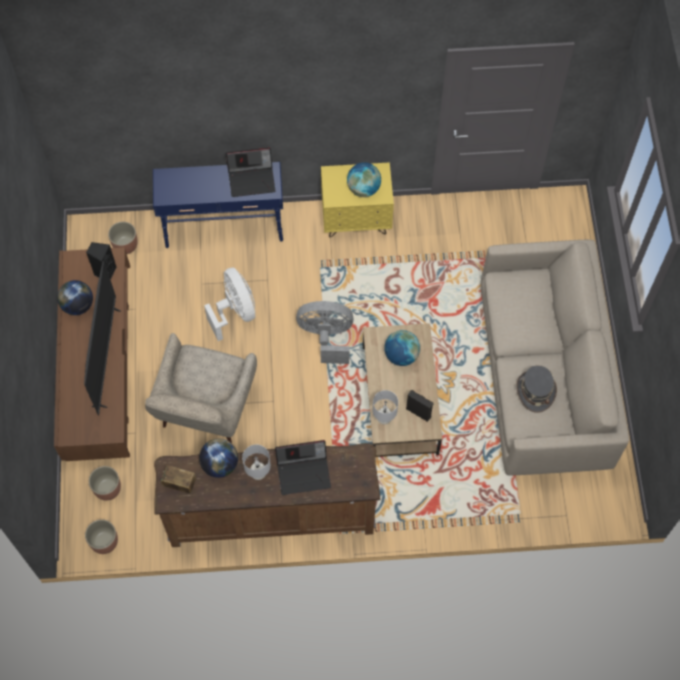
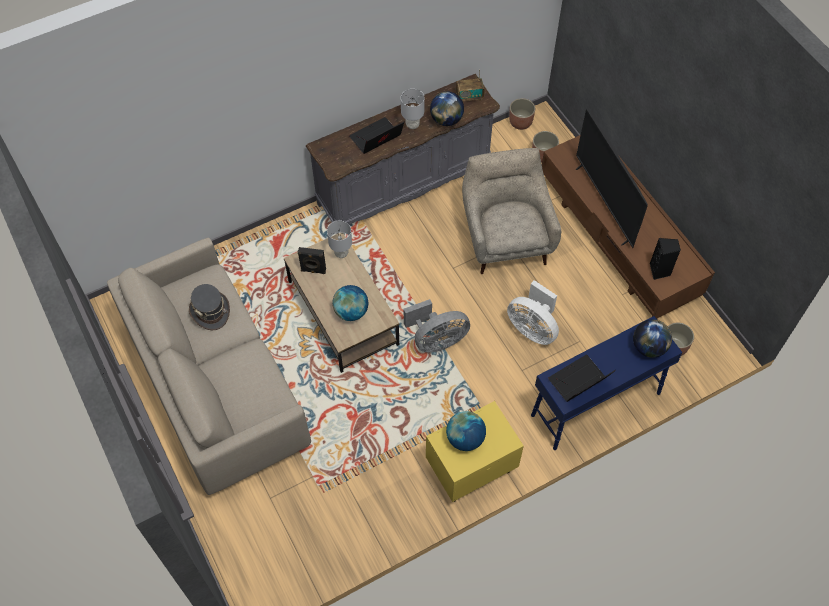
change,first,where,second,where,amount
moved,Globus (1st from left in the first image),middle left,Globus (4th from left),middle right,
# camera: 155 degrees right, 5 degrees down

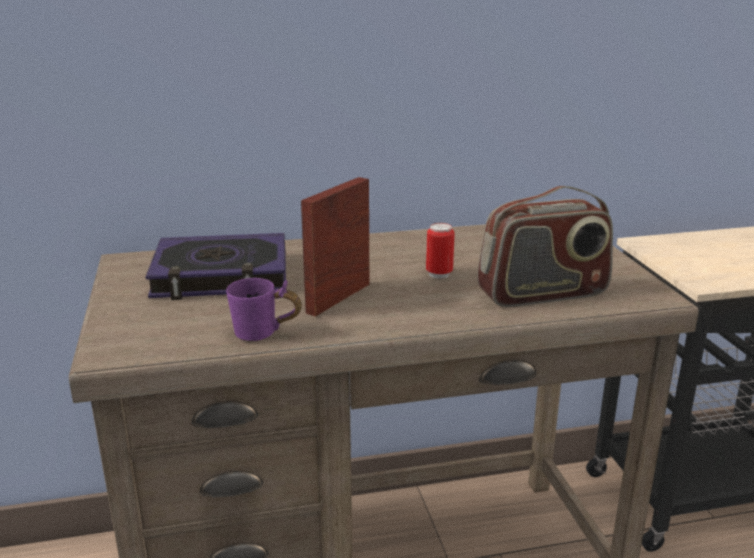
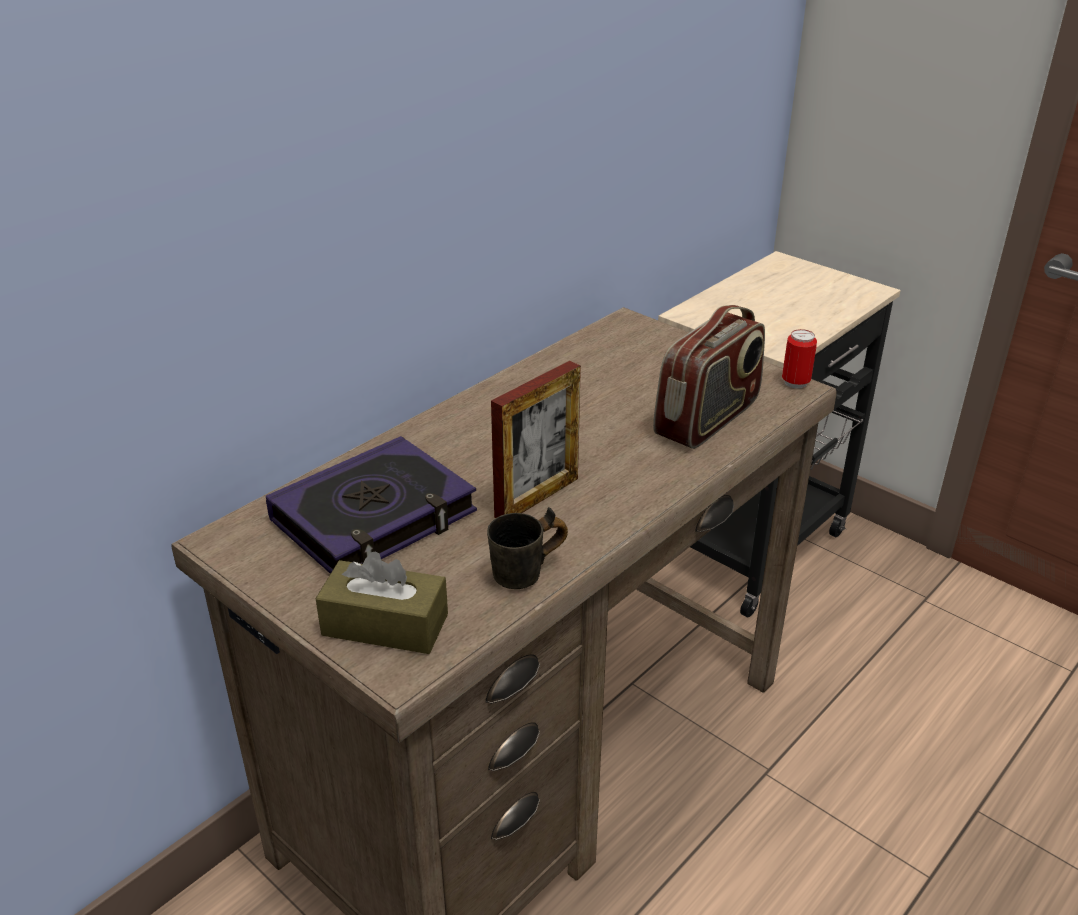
change,first,where,second,where,amount
added,,,Taschentuchbox (braun),centre,
recoloured,Henkelbecher (lila),centre,Henkelbecher (grau),centre,
turned,Bilderrahmen,centre,,centre,135 degrees counterclockwise
moved,Dose,centre,,middle right,
# camera: 35 degrees left, 10 degrees up

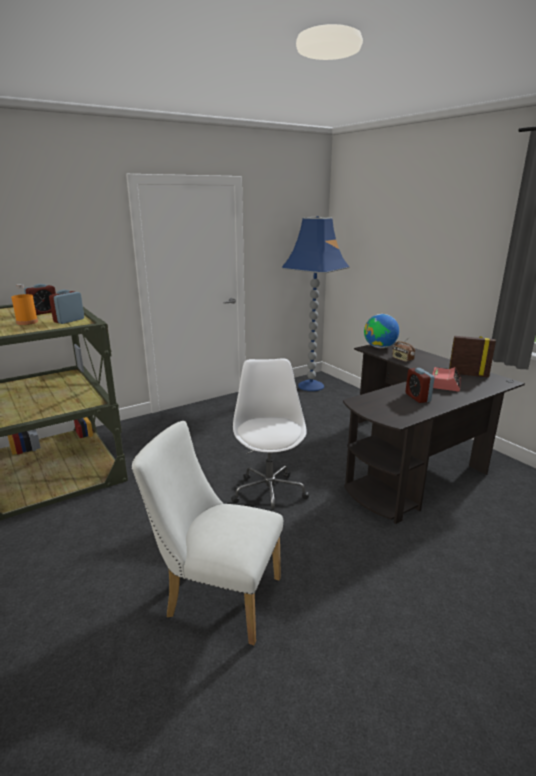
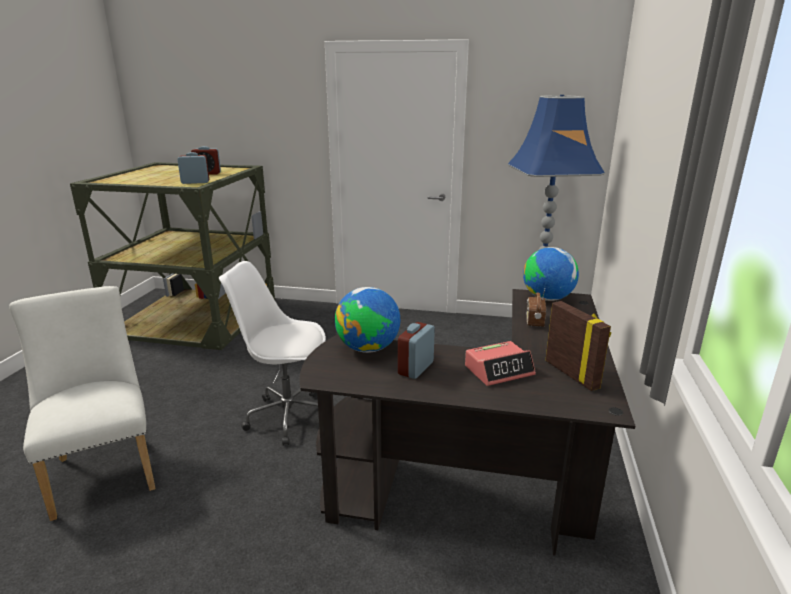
change,first,where,second,where,amount
turned,Bürostuhl (weiß),centre,,centre,120 degrees counterclockwise
added,,,Globus (1st from left),centre,
removed,Flasche (orange),middle left,,,
# camera: 45 degrees right, 0 degrees up

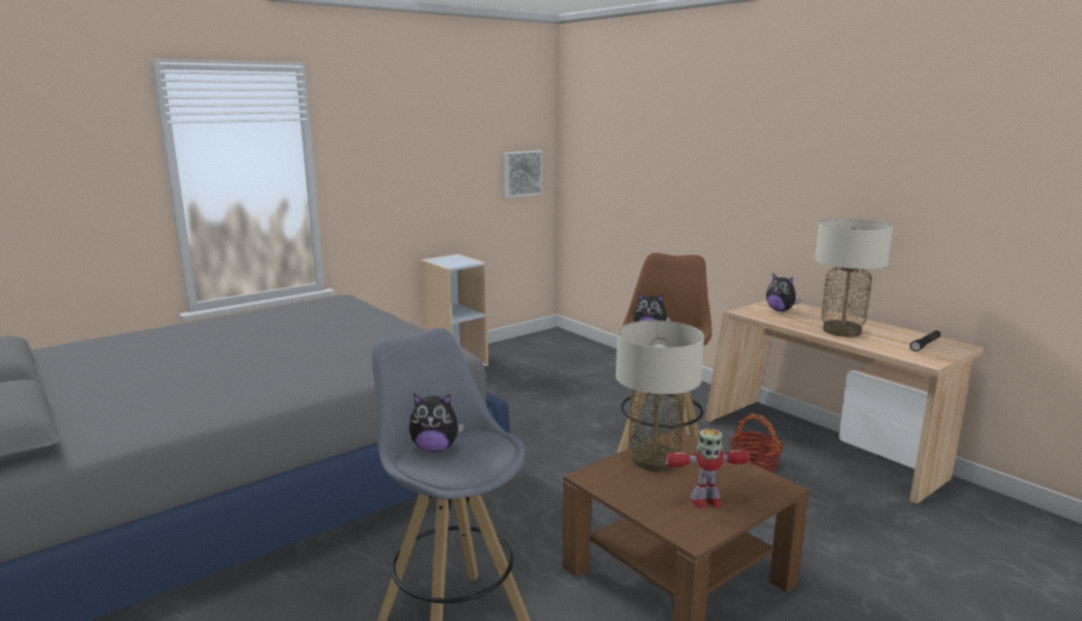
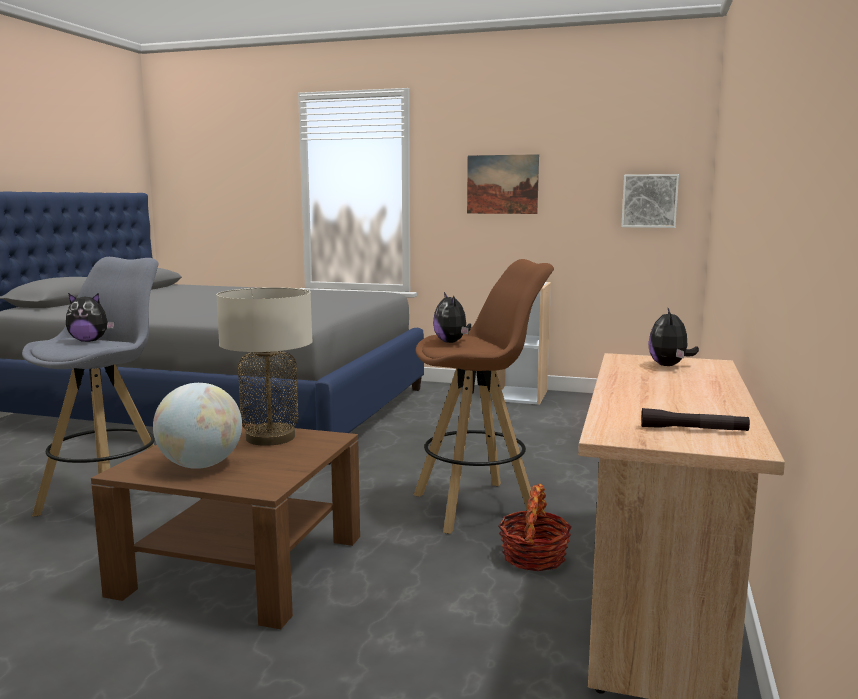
change,first,where,second,where,amount
turned,Plüschtier (1st from left),bottom centre,,middle left,60 degrees counterclockwise
replaced,Spielzeugroboter,bottom centre,Globus,middle left,
added,,,Bild (1st from left),top centre,
removed,Tischlampe (2nd from left),middle right,,,
# camera: 55 degrees right, 5 degrees down

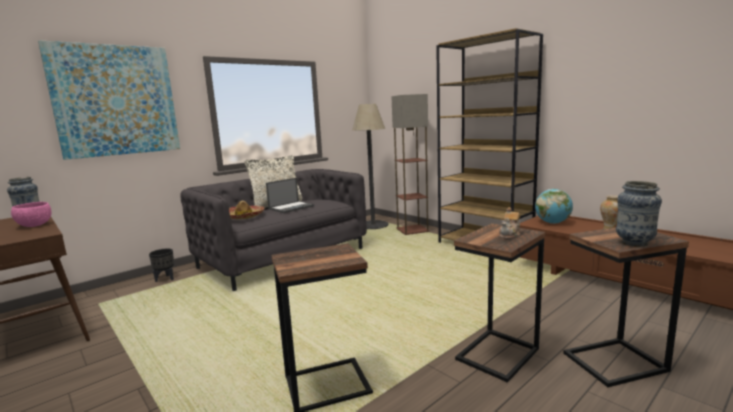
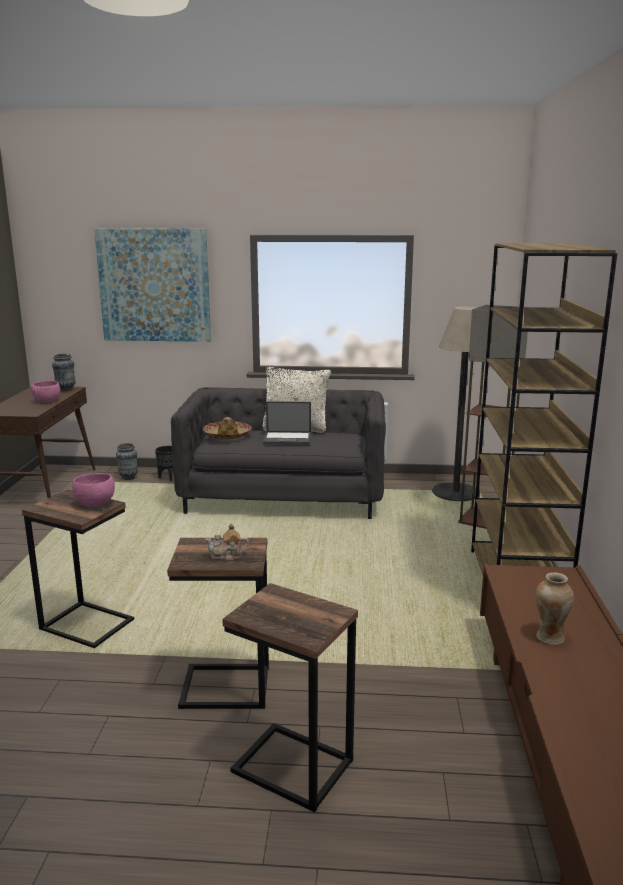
change,first,where,second,where,amount
added,,,Schüssel (rosa) (2nd from left),middle left,
moved,Vase (3rd from left in the first image),middle right,Vase (2nd from left),middle left,
removed,Globus,middle right,,,
# camera: 45 degrees right, 5 degrees up

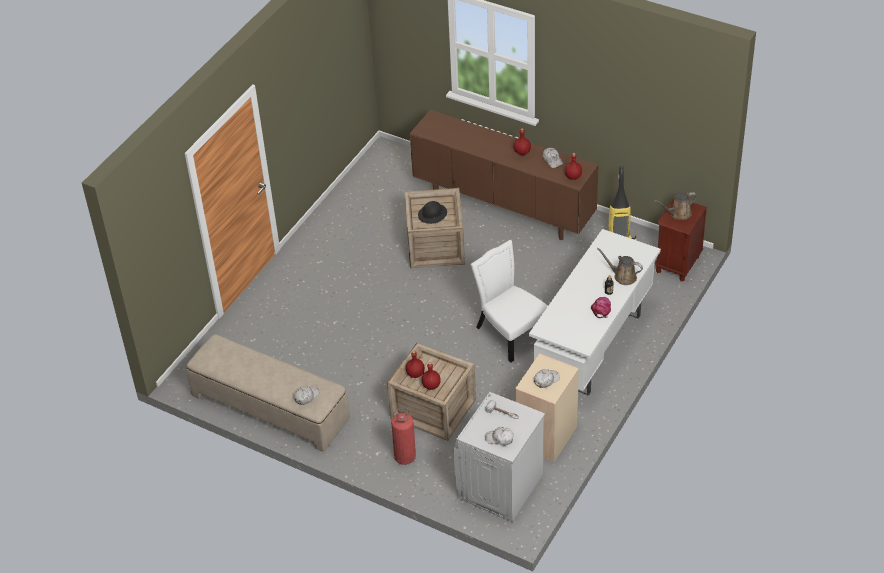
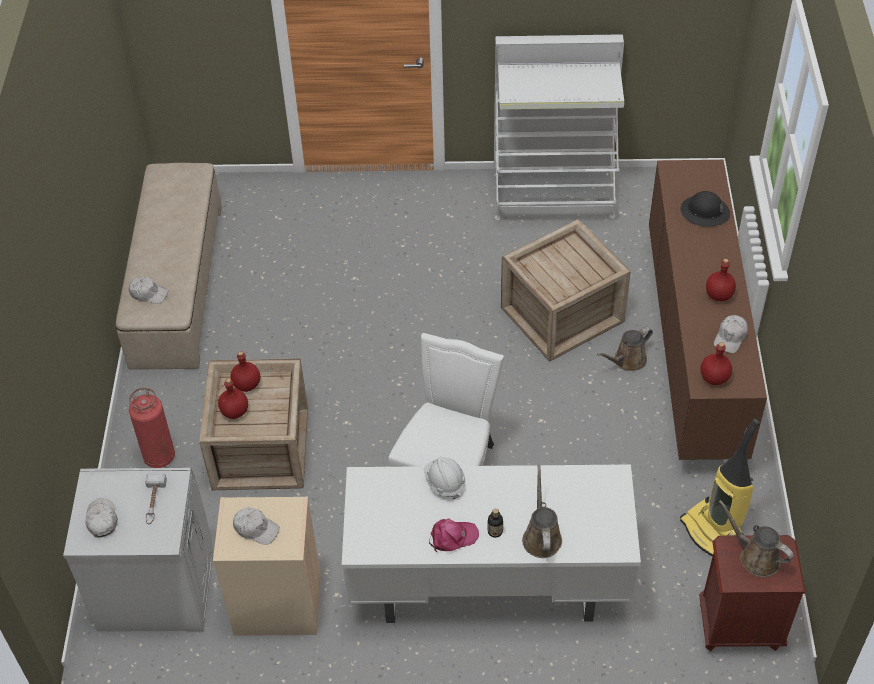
change,first,where,second,where,amount
added,,,Schutzhelm (weiß),bottom centre,
added,,,Schuhregal (weiß),top centre,
added,,,Gießkanne (braun) (2nd from left),middle right,
moved,Schutzhelm (schwarz),centre,,top right,
# camera: 60 degrees right, 5 degrees up

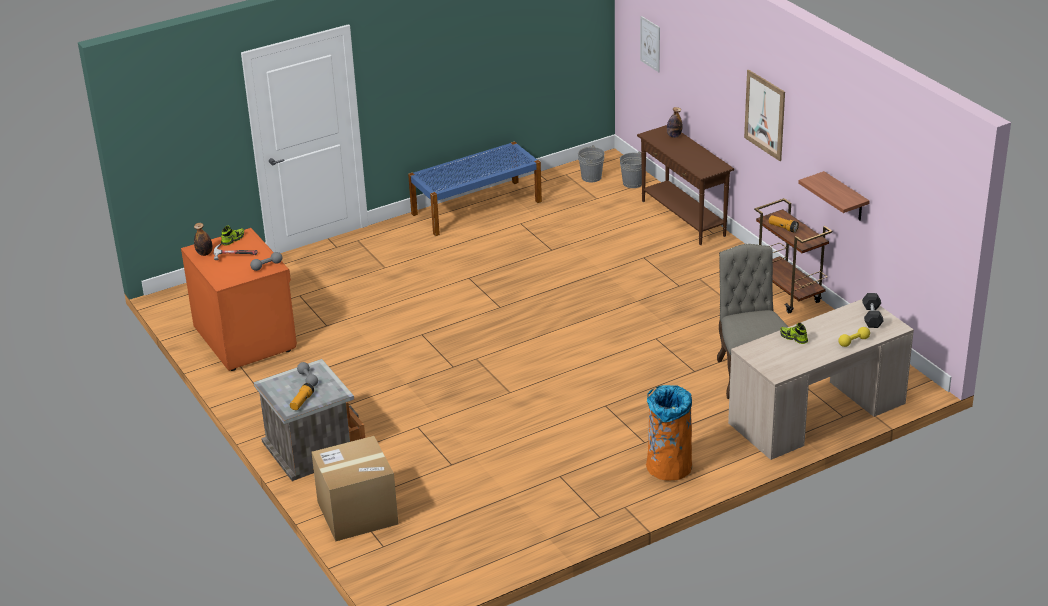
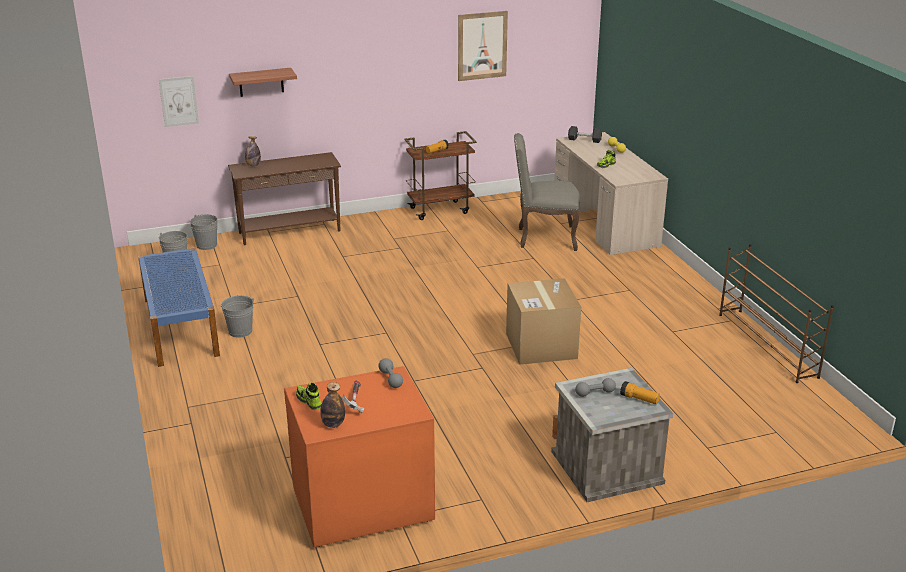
change,first,where,second,where,amount
added,,,Eimer (grau) (3rd from left),middle left,
moved,Wandregal,top right,,top left,
moved,Bild (2nd from left),top right,,top centre,
moved,Karton,bottom centre,,centre,
added,,,Schuhregal (braun),middle right,
removed,Mülleimer (orange),bottom centre,,,
# camera: 80 degrees left, 5 degrees down

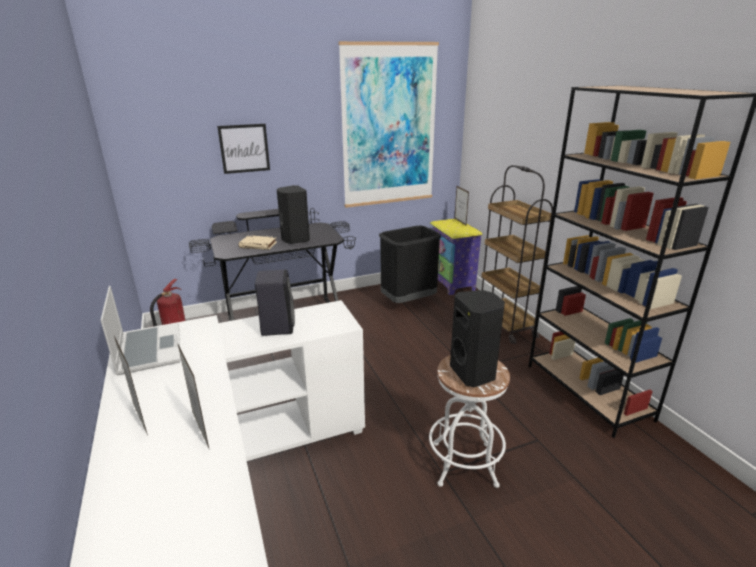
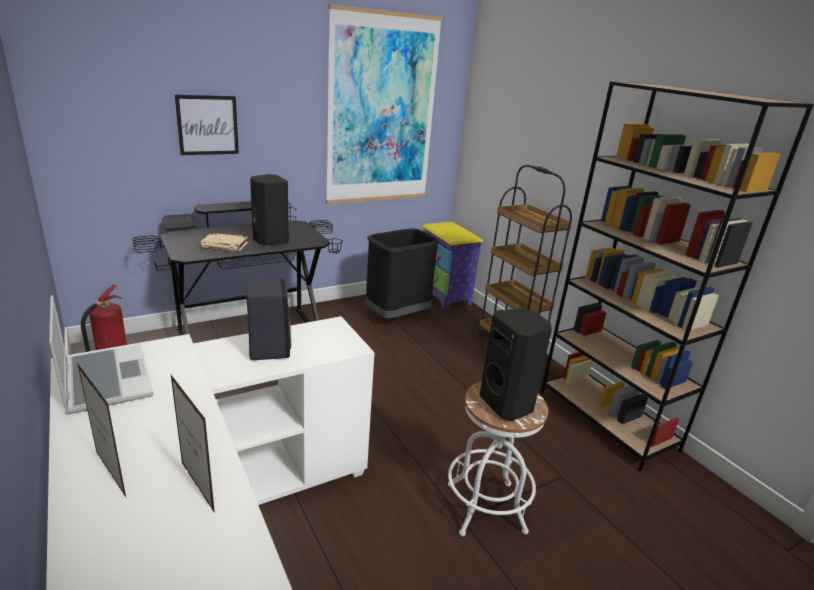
change,first,where,second,where,amount
removed,Bilderrahmen (3rd from left),centre,,,
# camera: 10 degrees left, 0 degrees up

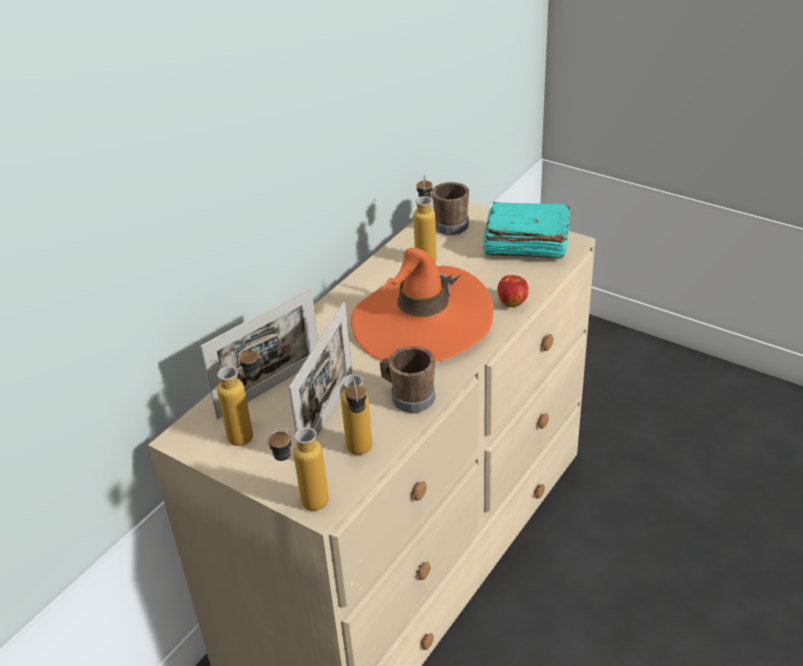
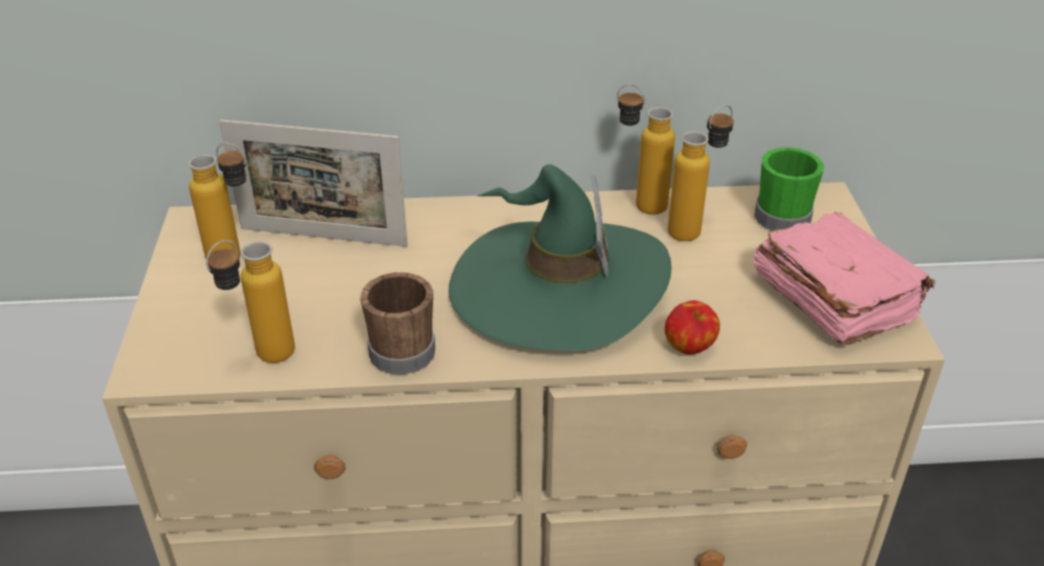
change,first,where,second,where,amount
recoloured,Hut (orange),centre,Hut (grün),centre,
moved,Flasche (2nd from left in the first image),bottom centre,Flasche (3rd from left),top centre,
recoloured,Henkelbecher (braun) (2nd from left),top centre,Henkelbecher (grün),middle right,
recoloured,Buch (türkis),centre,Buch (rosa),middle right,
removed,Bilderrahmen (2nd from left),centre,,,
# camera: 50 degrees right, 0 degrees up

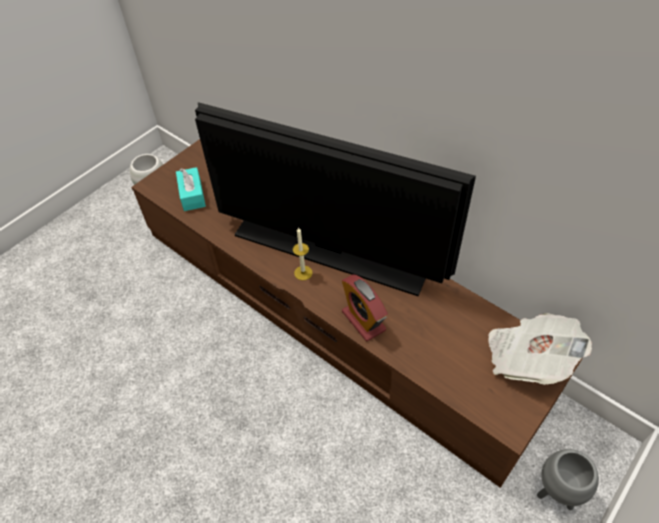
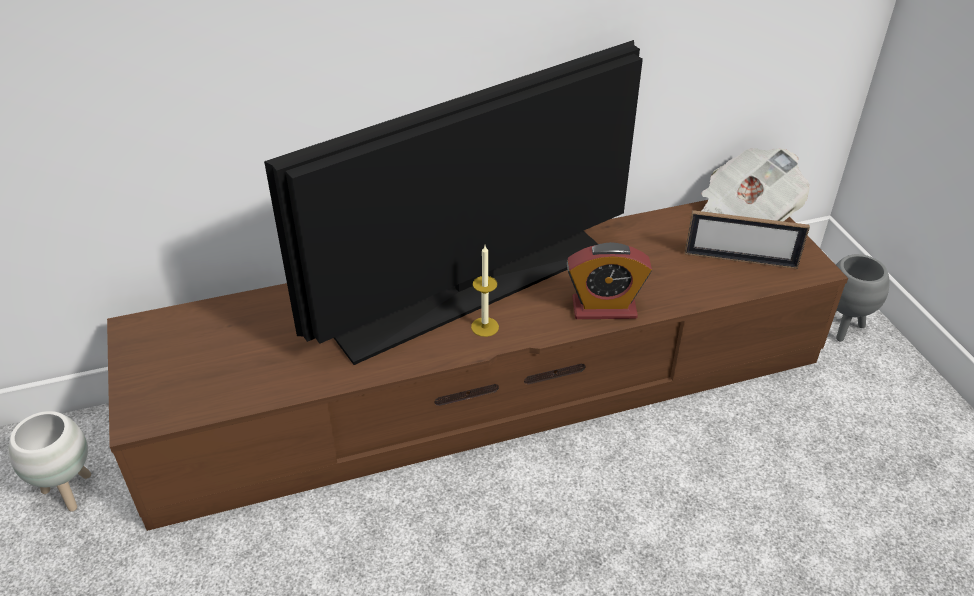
change,first,where,second,where,amount
added,,,Bilderrahmen,middle right,
removed,Taschentuchbox (türkis),middle left,,,
# camera: 60 degrees left, 10 degrees down

